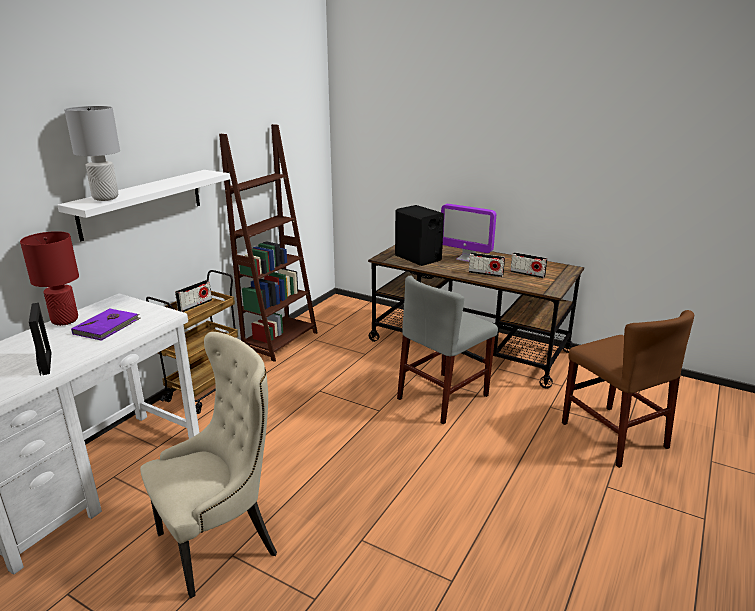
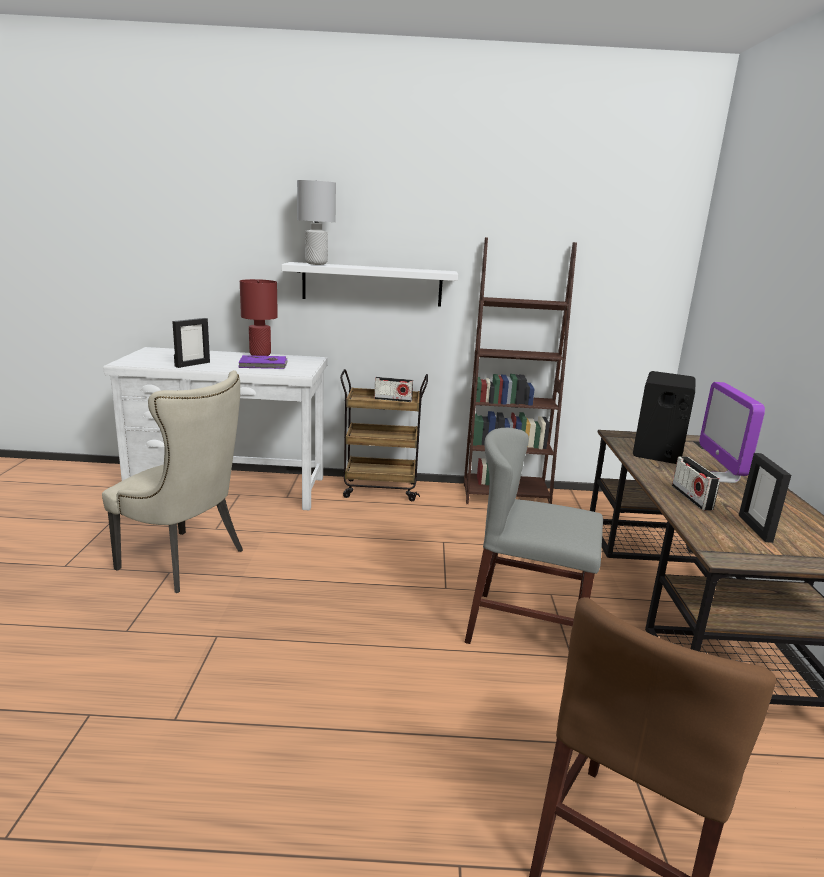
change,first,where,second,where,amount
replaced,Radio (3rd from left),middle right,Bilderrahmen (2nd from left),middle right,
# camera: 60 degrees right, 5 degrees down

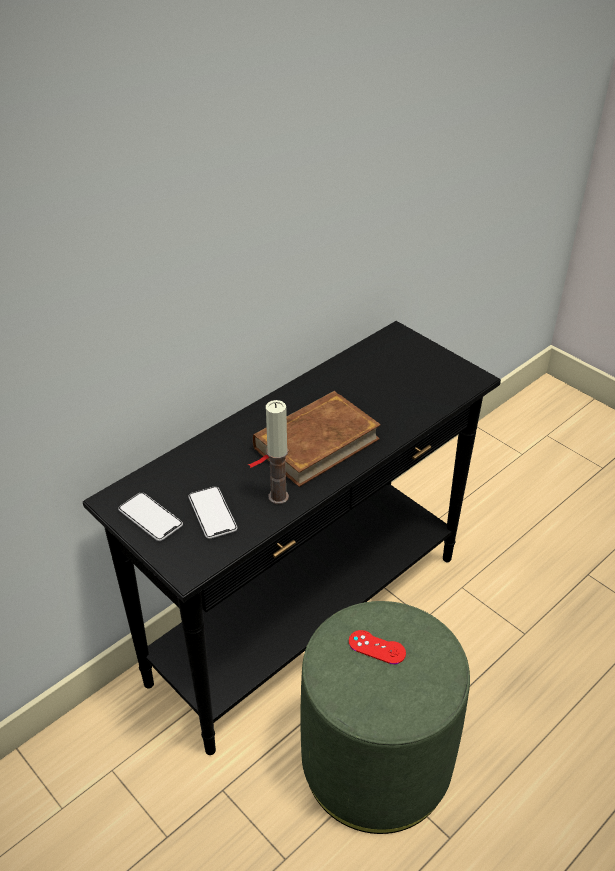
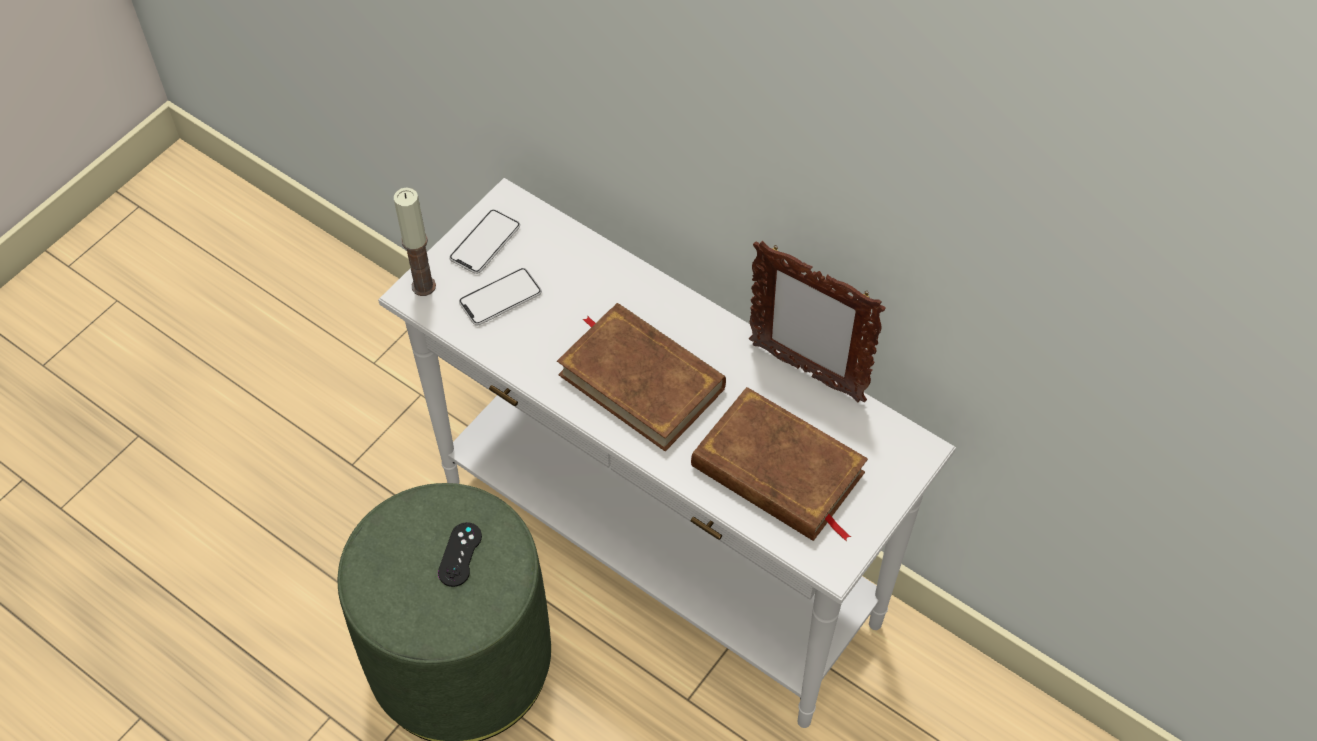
change,first,where,second,where,amount
recoloured,Konsolentisch (schwarz),centre,Konsolentisch (weiß),centre,
moved,Kerze,centre,,top left,
recoloured,Gamepad (rot),bottom centre,Gamepad (schwarz),bottom centre,
added,,,Buch (braun) (2nd from left),centre,
added,,,Bilderrahmen,centre,
# camera: 80 degrees right, 15 degrees up

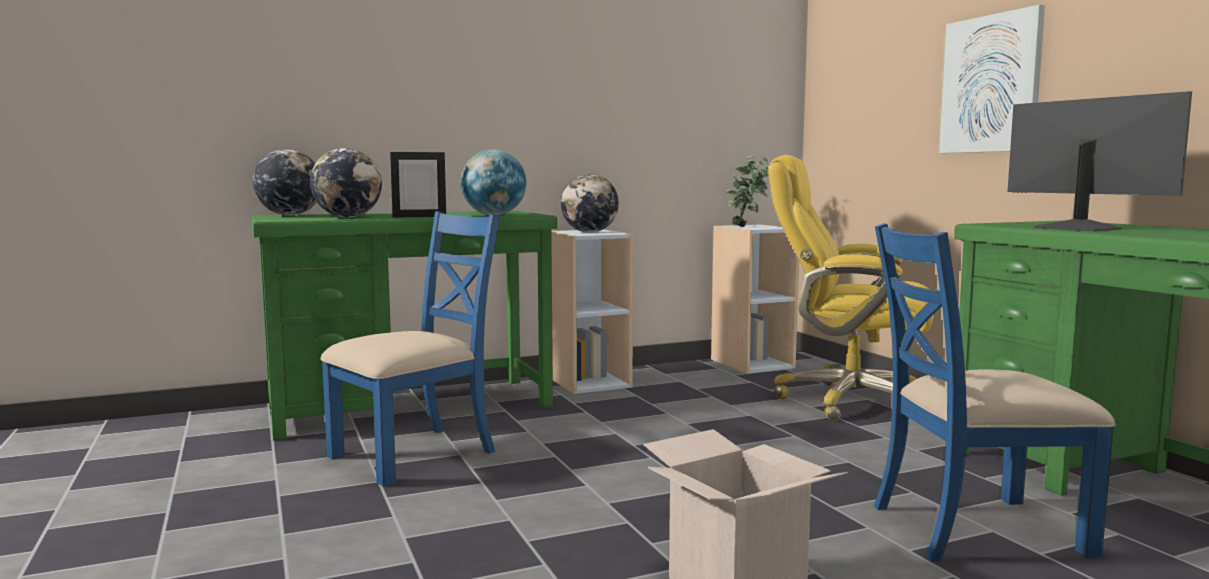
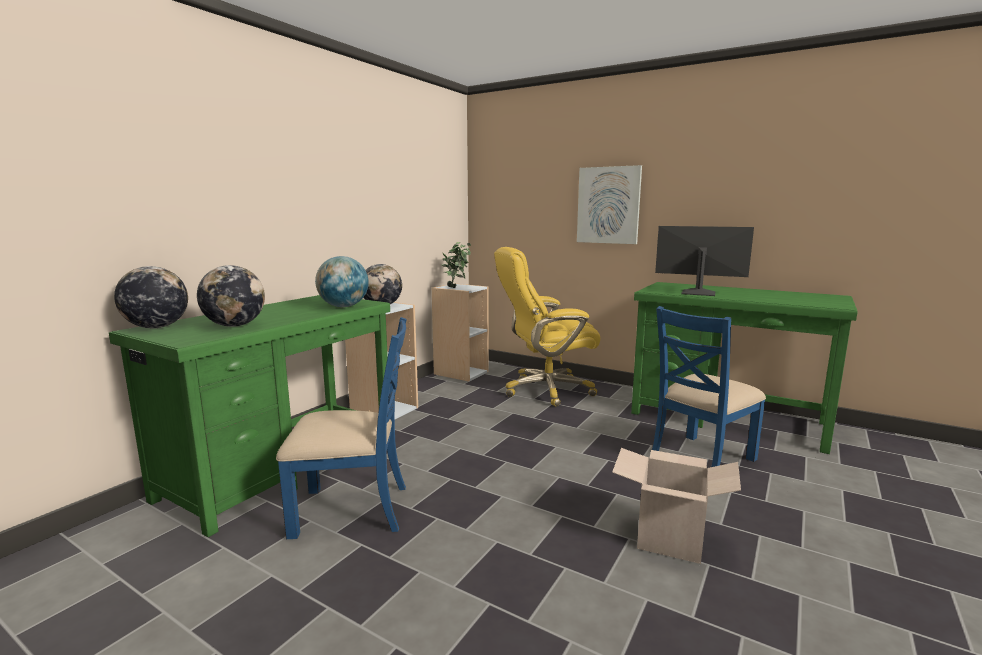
change,first,where,second,where,amount
turned,Stuhl (blau) (1st from left),centre,,centre,75 degrees clockwise
removed,Bilderrahmen,top centre,,,
# camera: 35 degrees left, 5 degrees up

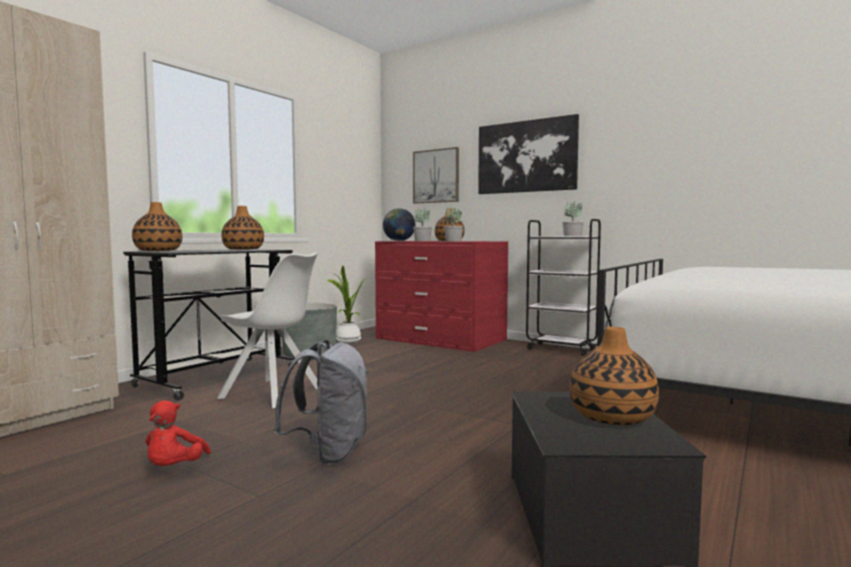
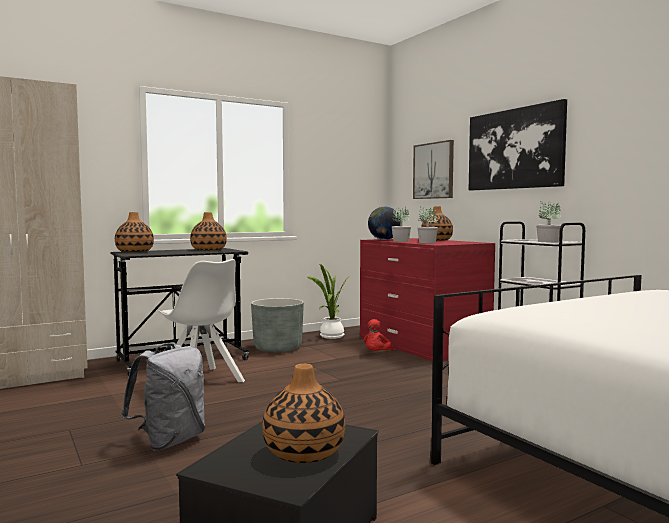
change,first,where,second,where,amount
moved,Plüschtier (rot),bottom left,,centre,
# camera: 25 degrees right, 0 degrees up

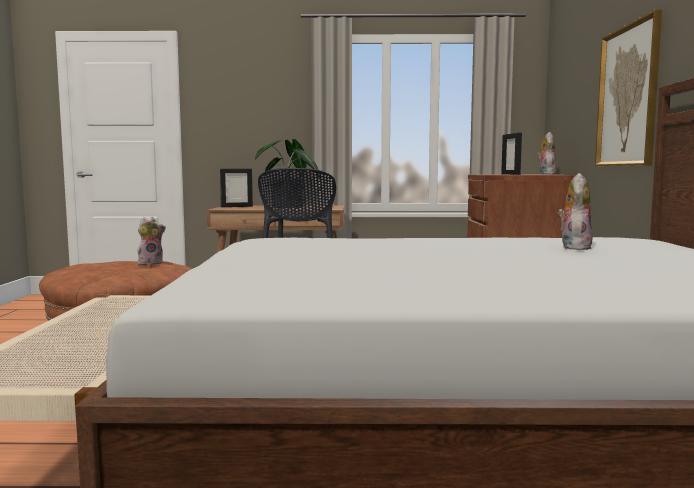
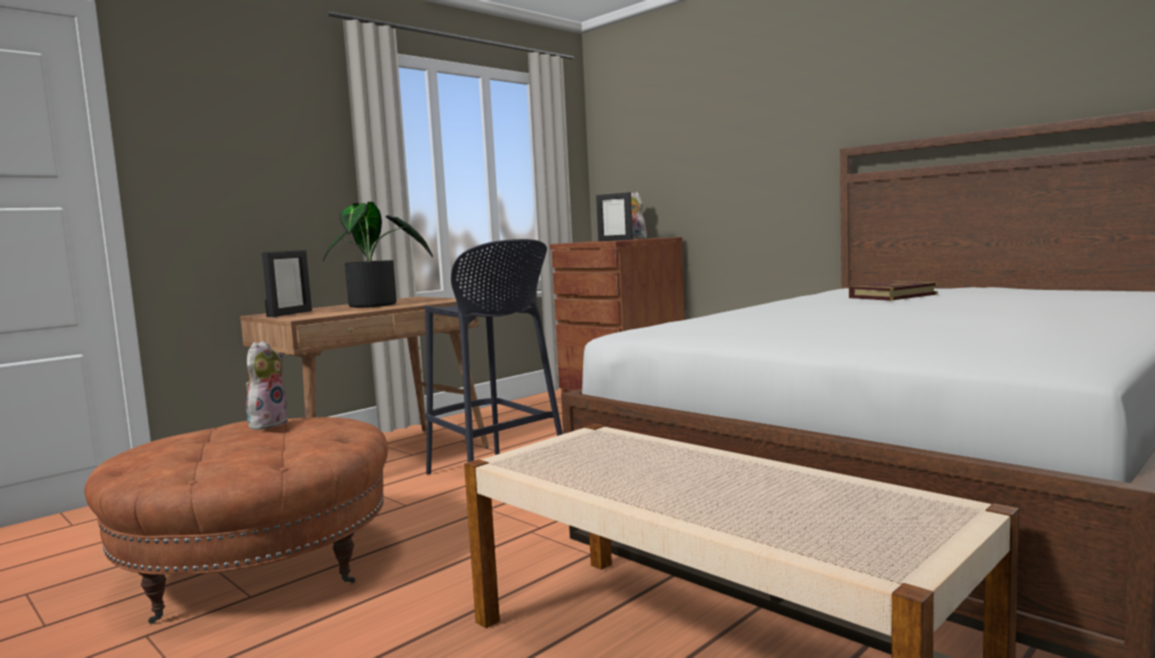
change,first,where,second,where,amount
replaced,Plüschtier (3rd from left),middle right,Buch,middle right,
removed,Bild,top right,,,
# camera: 45 degrees left, 0 degrees up

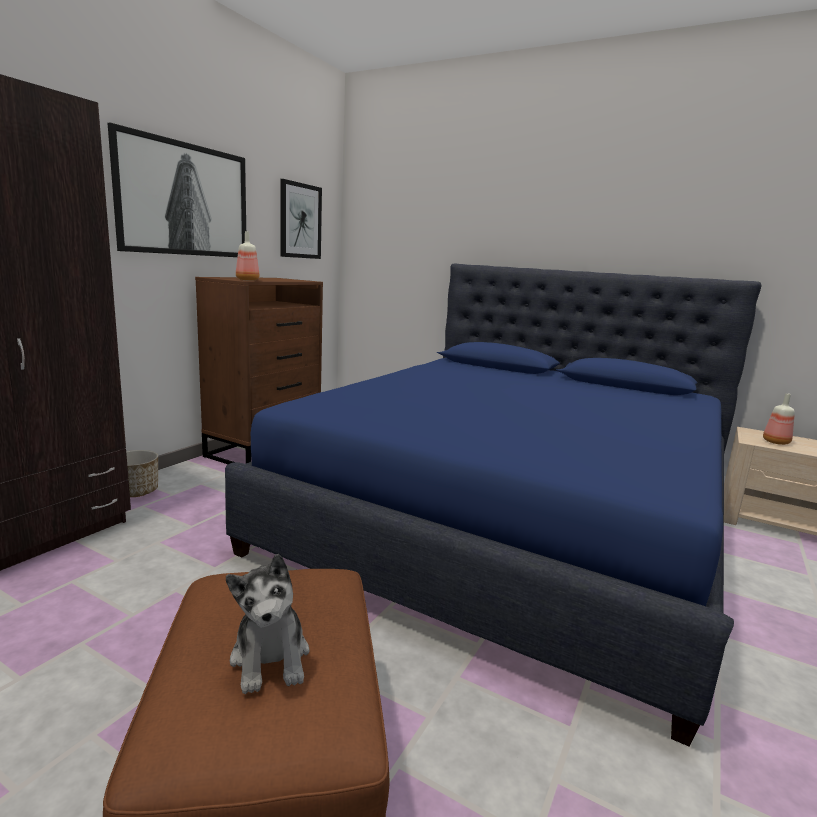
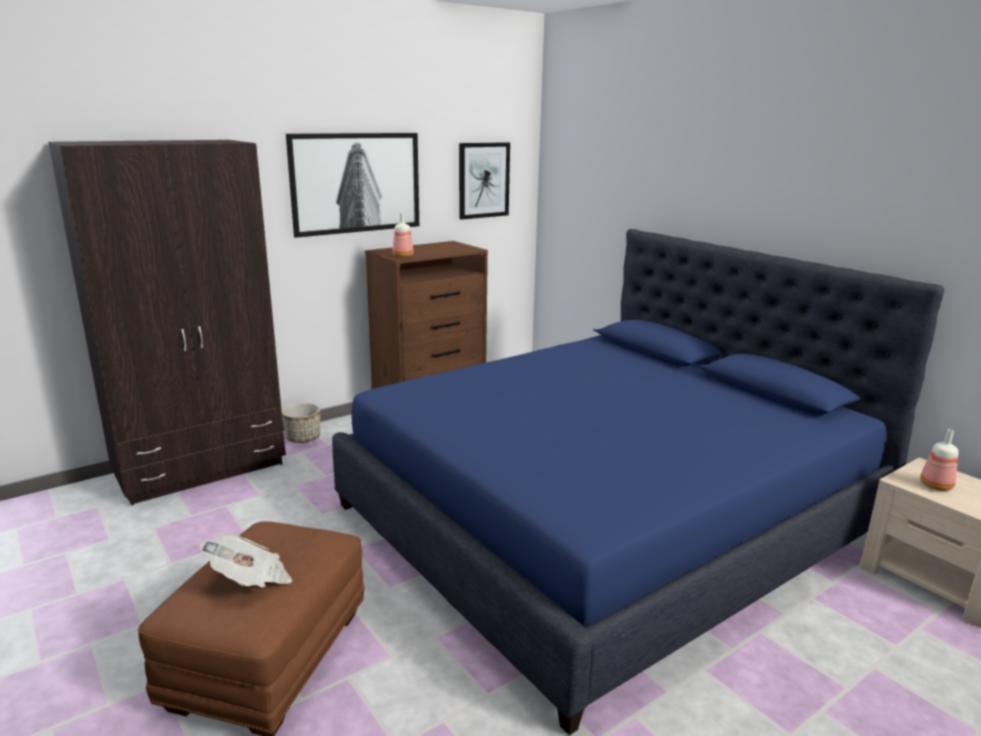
change,first,where,second,where,amount
replaced,Plüschtier,bottom left,Zeitung,bottom left,
# camera: 25 degrees right, 5 degrees up

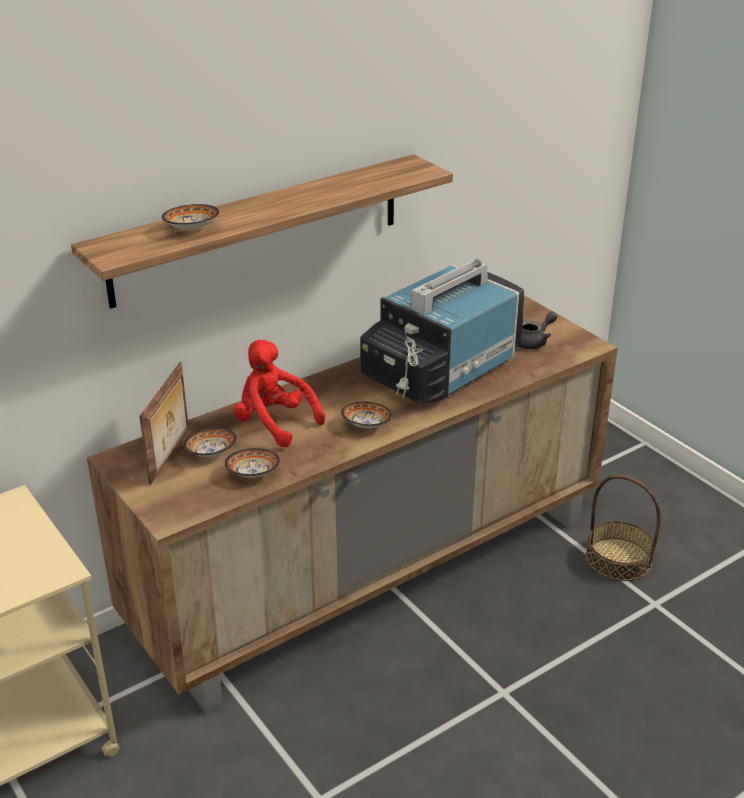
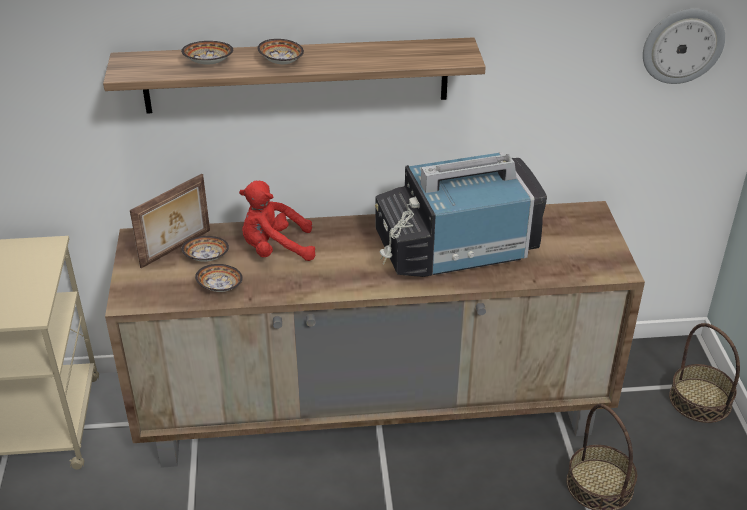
change,first,where,second,where,amount
turned,Plüschtier (rot),centre,,centre,75 degrees counterclockwise
moved,Schüssel (4th from left),centre,,top centre,
added,,,Wanduhr,top right,
added,,,Korb (2nd from left),bottom right,
removed,Teekanne (grau),middle right,,,
# camera: 30 degrees right, 5 degrees up

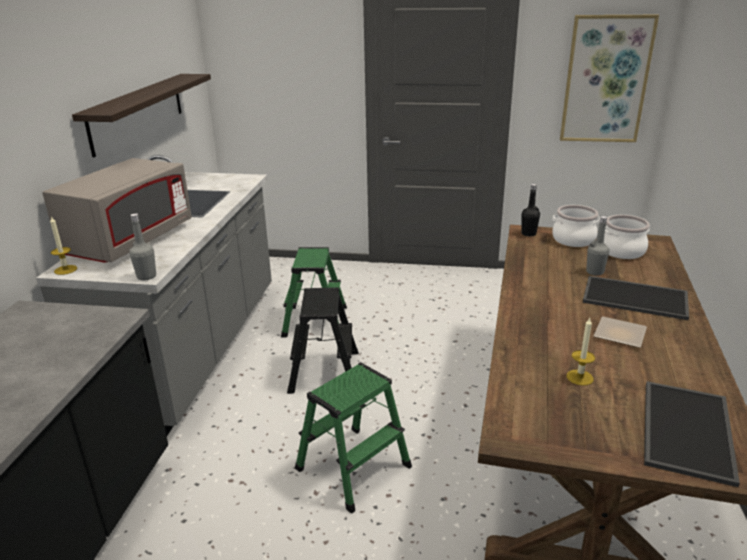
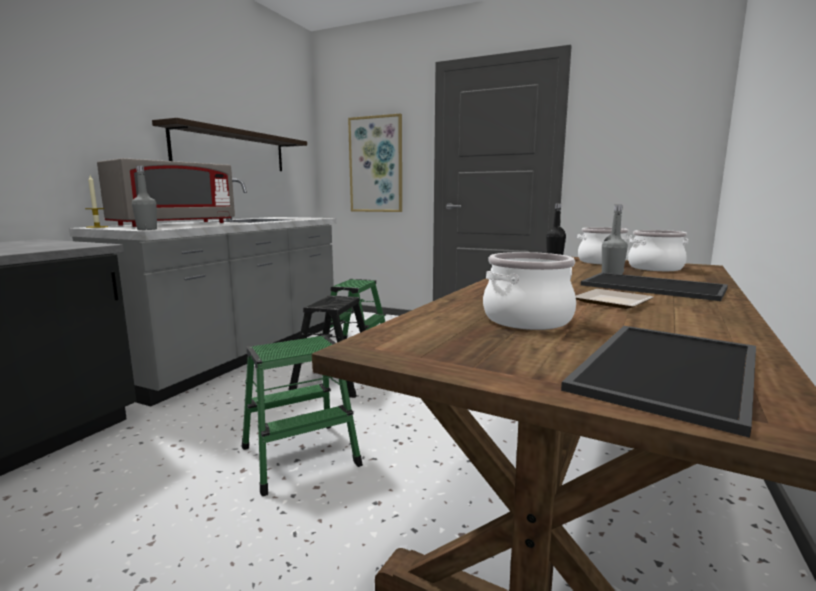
change,first,where,second,where,amount
moved,Bild,top right,,top centre,
replaced,Kerze (2nd from left),middle right,Kochtopf (1st from left),centre,
# camera: 15 degrees right, 15 degrees down

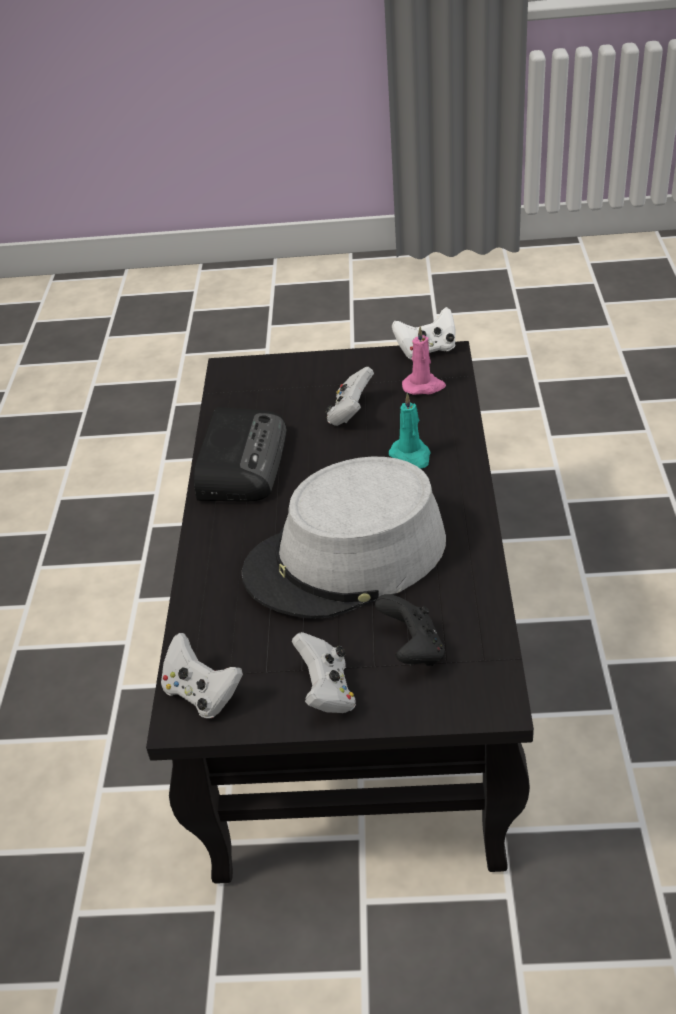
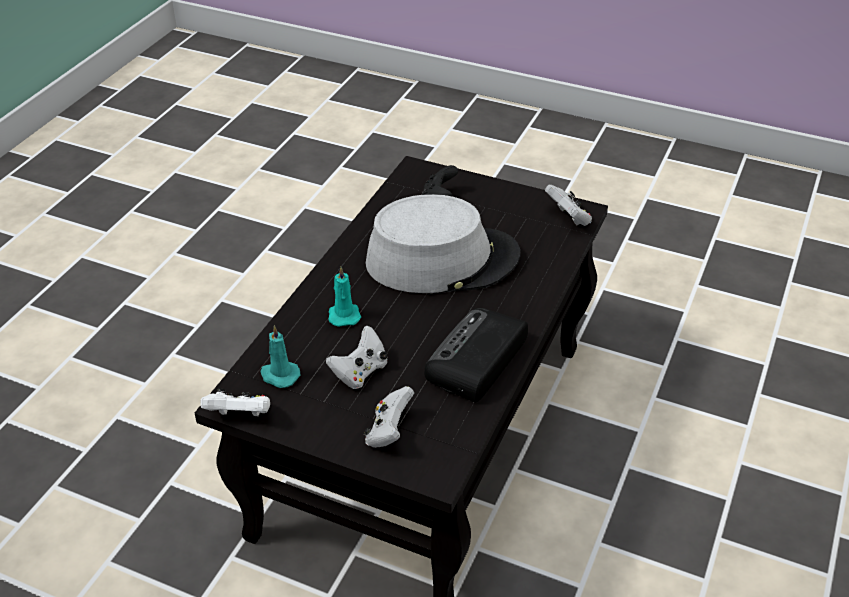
change,first,where,second,where,amount
recoloured,Kerze (rosa),centre,Kerze (türkis) (1st from left),middle left,
moved,Gamepad (weiß) (2nd from left in the first image),centre,Gamepad (weiß) (3rd from left),bottom centre,
# camera: 160 degrees left, 0 degrees up

